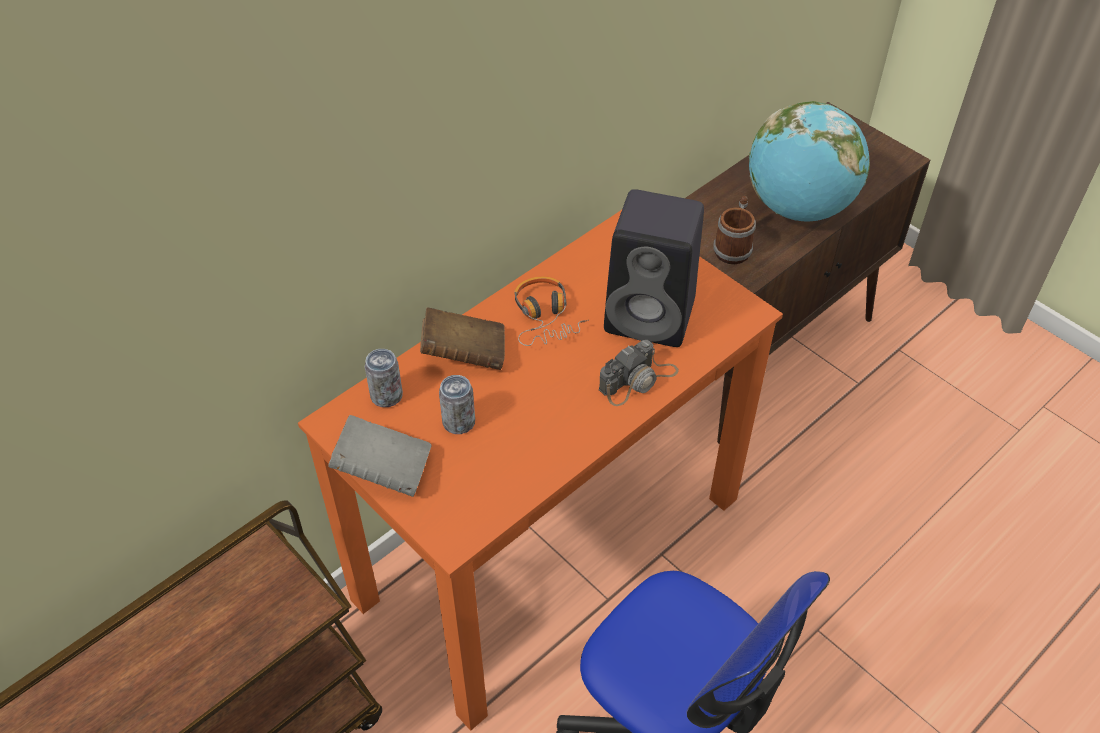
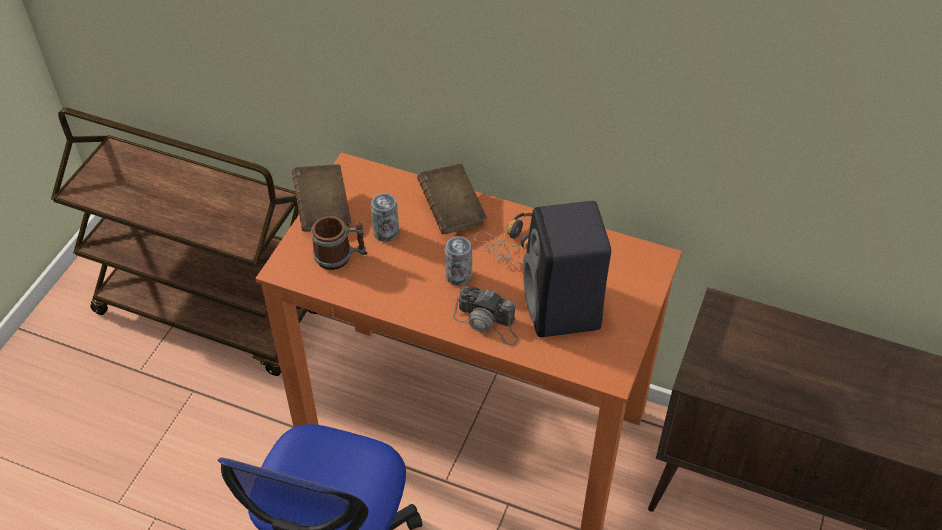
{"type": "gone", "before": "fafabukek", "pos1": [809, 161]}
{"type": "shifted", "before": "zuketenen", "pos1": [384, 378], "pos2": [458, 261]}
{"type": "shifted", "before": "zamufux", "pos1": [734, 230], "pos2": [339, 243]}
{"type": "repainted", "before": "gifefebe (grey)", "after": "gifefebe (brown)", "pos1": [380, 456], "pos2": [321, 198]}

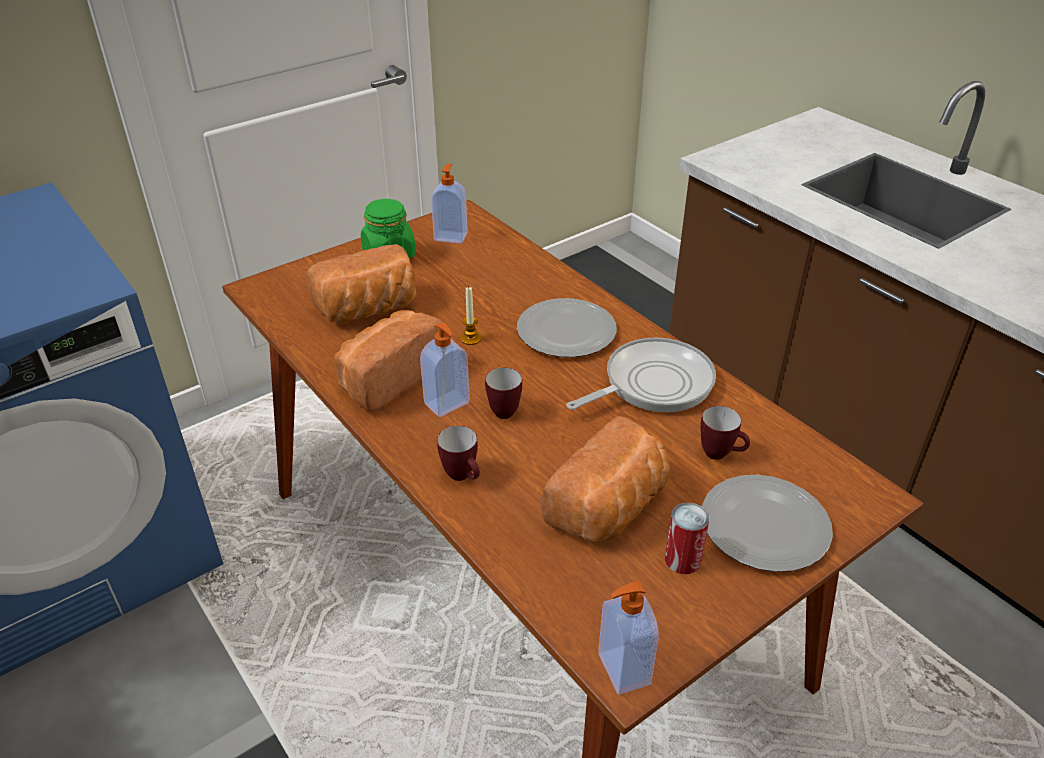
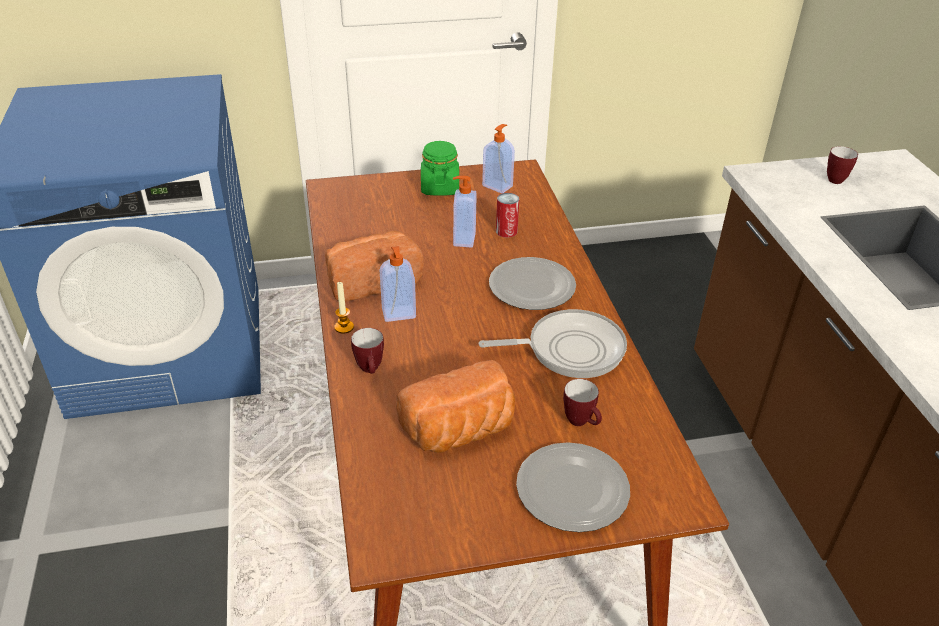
{"type": "gone", "before": "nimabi", "pos1": [361, 284]}
{"type": "shifted", "before": "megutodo", "pos1": [471, 315], "pos2": [344, 308]}
{"type": "shifted", "before": "zamufux", "pos1": [503, 393], "pos2": [842, 165]}
{"type": "shifted", "before": "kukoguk", "pos1": [628, 638], "pos2": [465, 212]}
{"type": "shifted", "before": "zuketenen", "pos1": [687, 538], "pos2": [507, 215]}

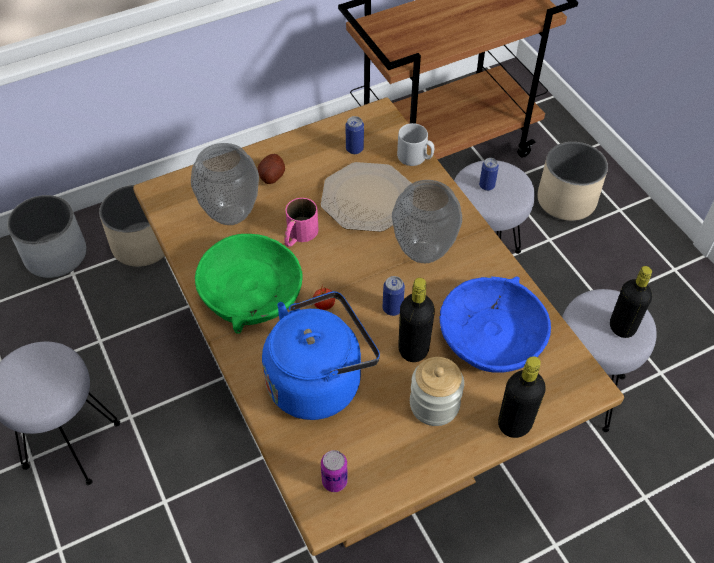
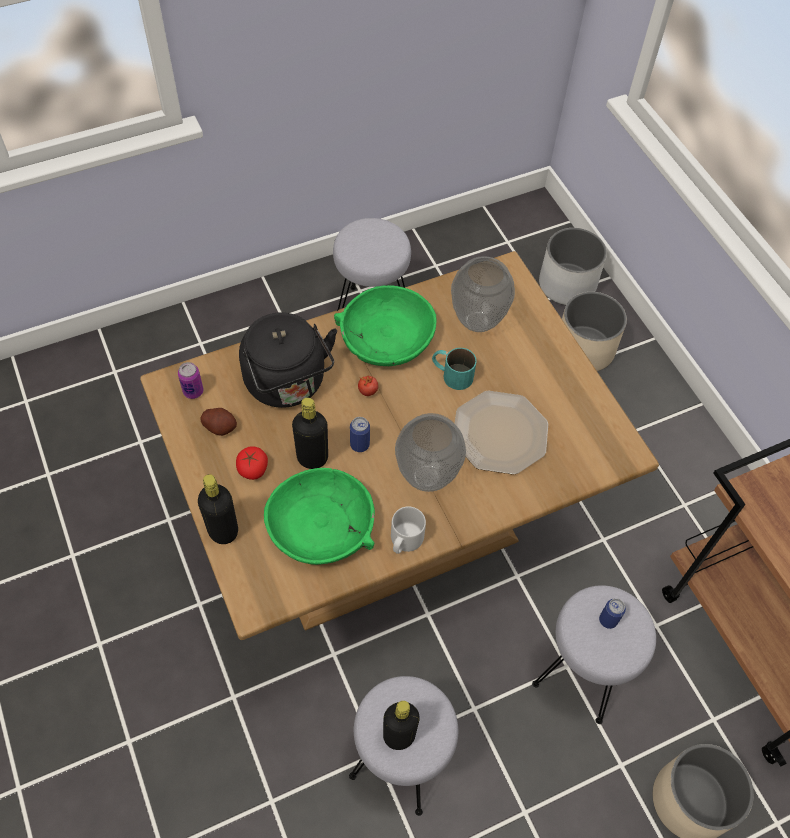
{"type": "gone", "before": "zuketenen", "pos1": [355, 135]}
{"type": "shifted", "before": "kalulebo", "pos1": [271, 169], "pos2": [218, 422]}
{"type": "shifted", "before": "zamufux (grey)", "pos1": [415, 144], "pos2": [408, 530]}
{"type": "swapped", "before": "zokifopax", "after": "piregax", "pos1": [437, 391], "pos2": [252, 463]}
{"type": "repainted", "before": "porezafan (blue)", "after": "porezafan (black)", "pos1": [321, 355], "pos2": [288, 360]}
{"type": "repainted", "before": "zamufux (pink)", "after": "zamufux (turquoise)", "pos1": [301, 222], "pos2": [454, 369]}
{"type": "repainted", "before": "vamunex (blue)", "after": "vamunex (green)", "pos1": [495, 324], "pos2": [319, 516]}

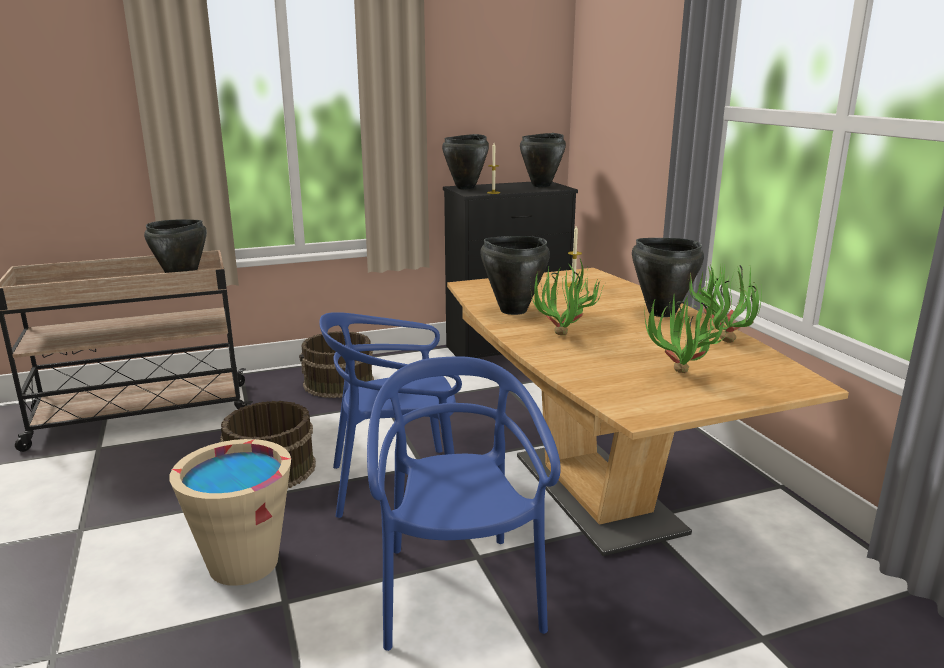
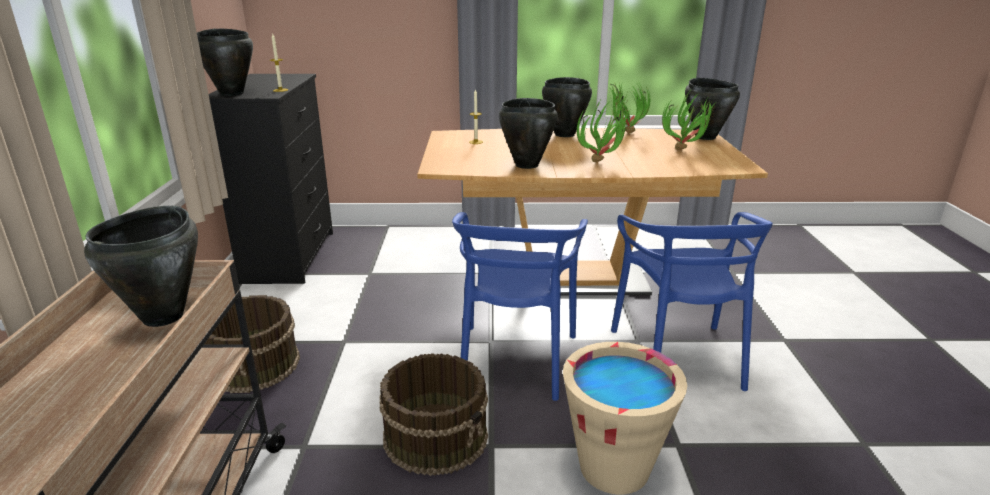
{"type": "shifted", "before": "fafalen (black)", "pos1": [543, 160], "pos2": [712, 109]}
{"type": "rotated", "before": "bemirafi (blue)", "pos1": [464, 503], "pos2": [692, 301], "turn": -105}

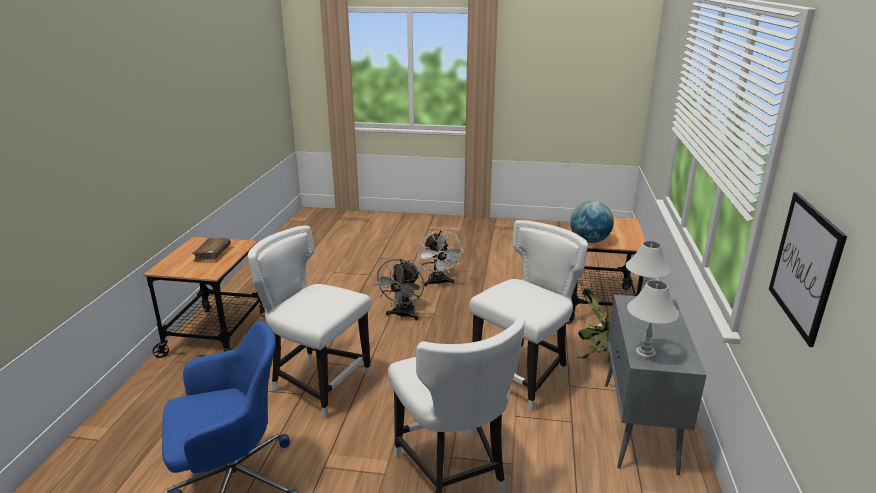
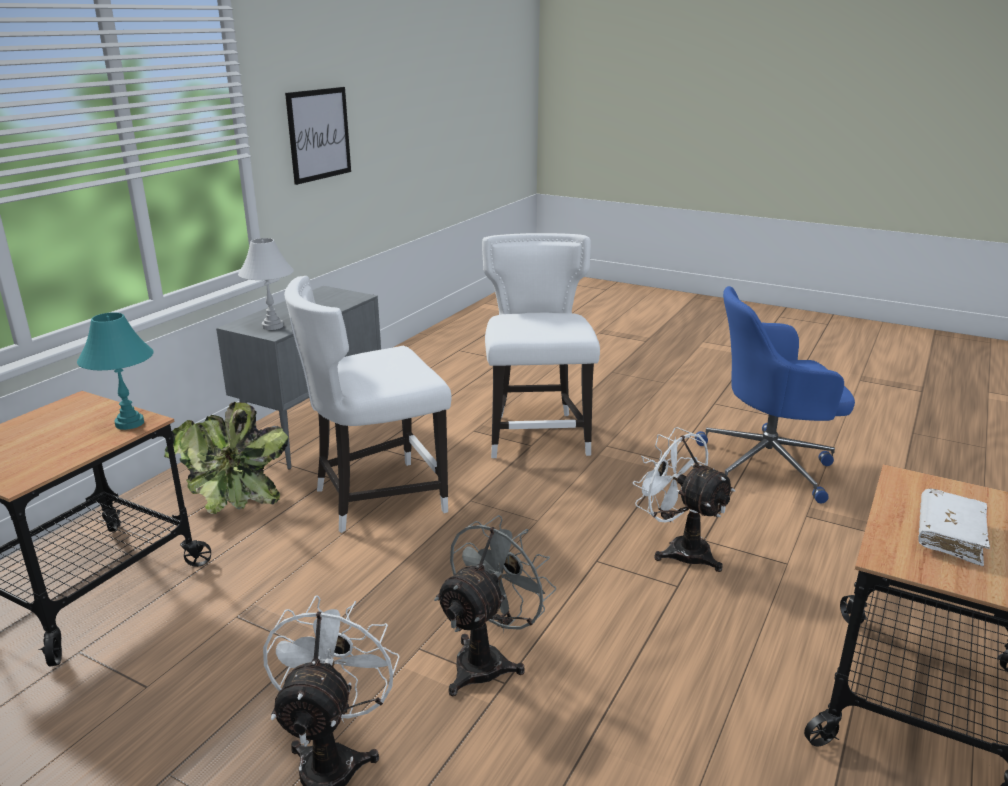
{"type": "gone", "before": "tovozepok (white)", "pos1": [653, 320]}
{"type": "swapped", "before": "bemirafi (white)", "after": "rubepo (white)", "pos1": [309, 322], "pos2": [684, 499]}
{"type": "swapped", "before": "fafabukek", "after": "tovozepok (turquoise)", "pos1": [592, 222], "pos2": [115, 371]}
{"type": "repainted", "before": "gifefebe (brown)", "after": "gifefebe (white)", "pos1": [211, 249], "pos2": [954, 527]}

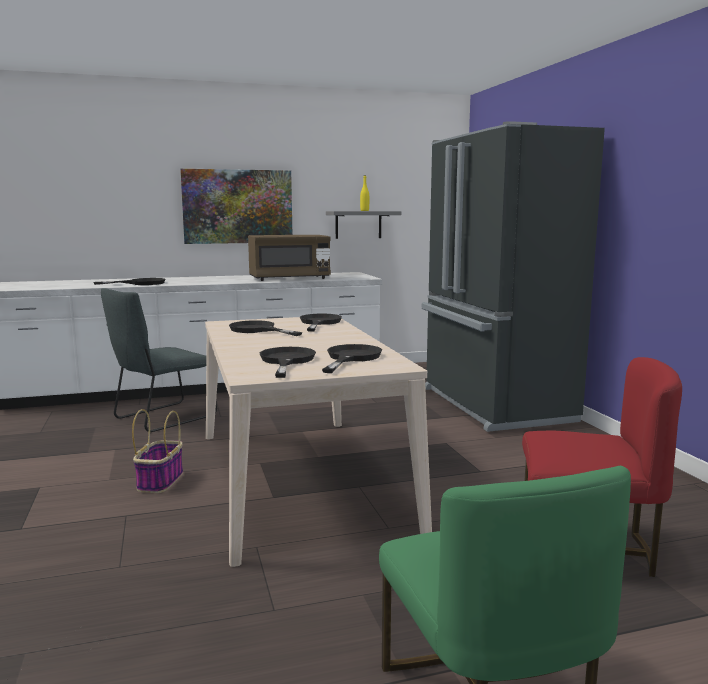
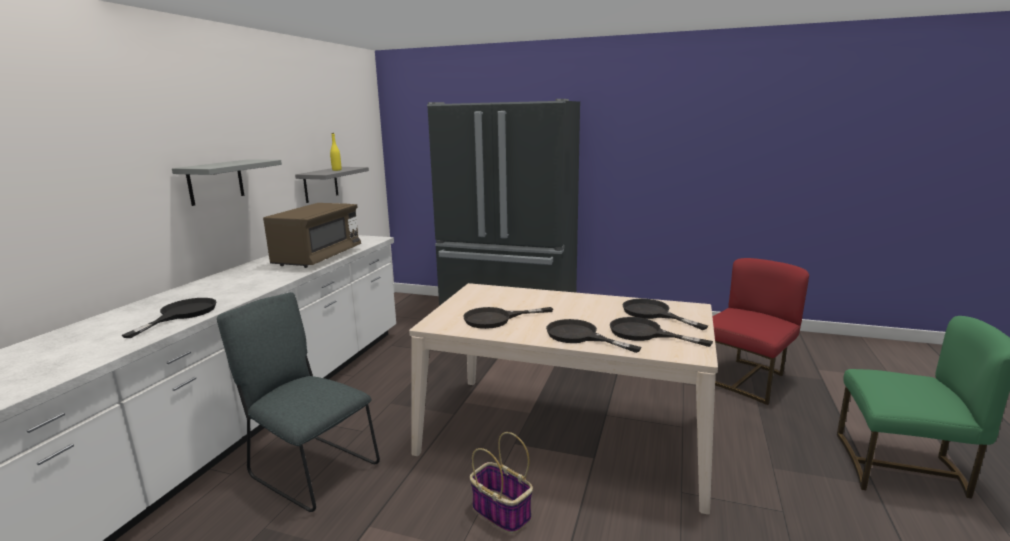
{"type": "shifted", "before": "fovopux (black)", "pos1": [321, 322], "pos2": [594, 336]}
{"type": "swapped", "before": "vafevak", "after": "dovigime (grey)", "pos1": [236, 206], "pos2": [227, 182]}
{"type": "rotated", "before": "bemirafi (grey)", "pos1": [159, 360], "pos2": [298, 402], "turn": 135}

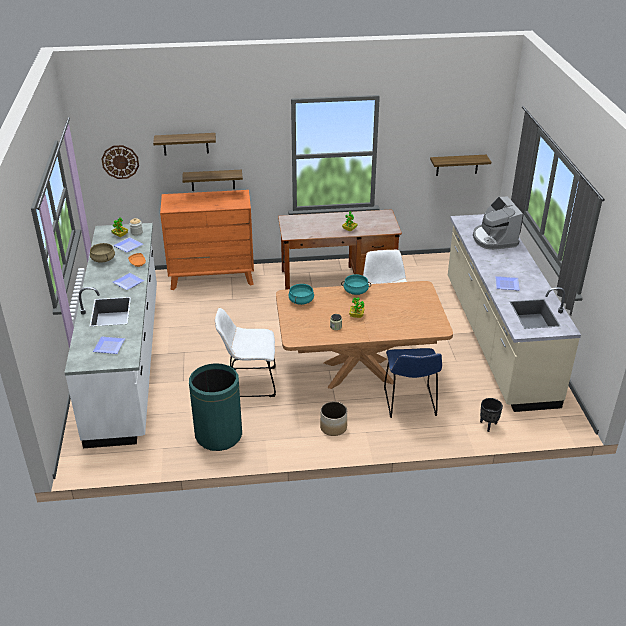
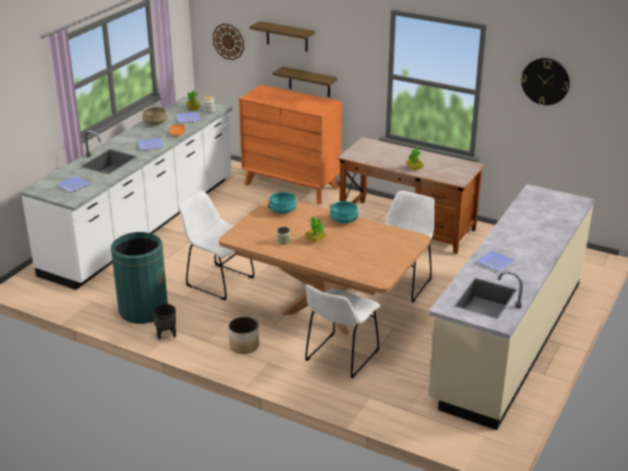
{"type": "gone", "before": "dovigime", "pos1": [460, 165]}
{"type": "gone", "before": "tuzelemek", "pos1": [498, 223]}
{"type": "new", "after": "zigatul", "pos2": [545, 81]}
{"type": "shifted", "before": "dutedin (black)", "pos1": [491, 415], "pos2": [164, 322]}
{"type": "repainted", "before": "bemirafi (blue)", "after": "bemirafi (white)", "pos1": [413, 383], "pos2": [342, 332]}

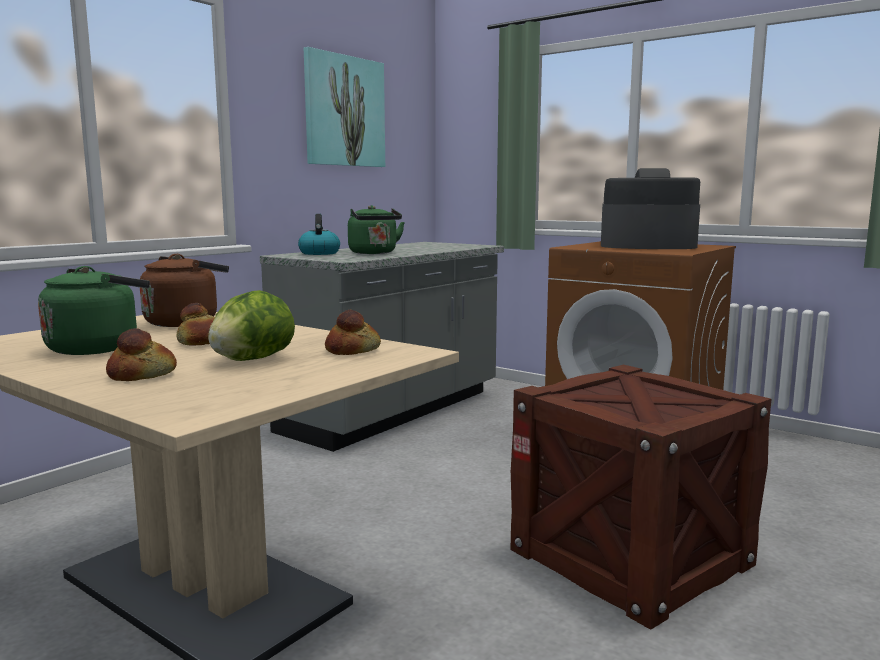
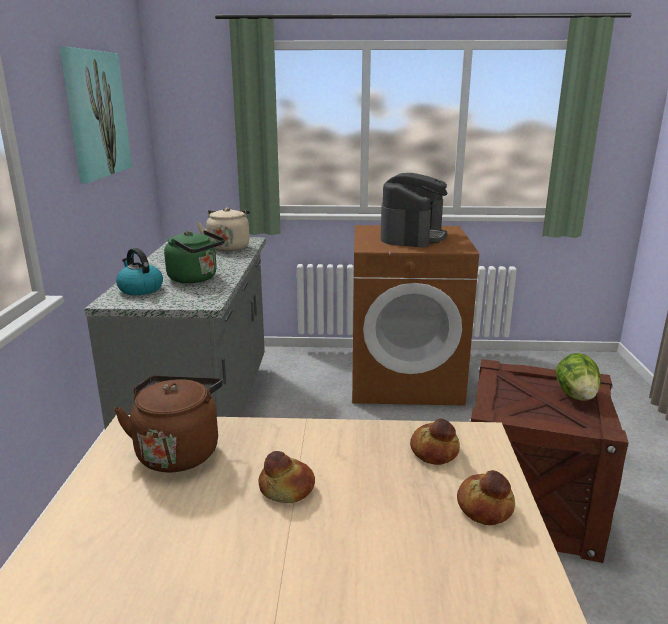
{"type": "gone", "before": "porezafan (green)", "pos1": [94, 310]}
{"type": "new", "after": "porezafan (beige)", "pos2": [223, 229]}
{"type": "shifted", "before": "nimabi", "pos1": [141, 354], "pos2": [486, 497]}
{"type": "shifted", "before": "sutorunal", "pos1": [251, 325], "pos2": [578, 377]}
{"type": "rotated", "before": "tuzelemek", "pos1": [650, 208], "pos2": [414, 210], "turn": 135}

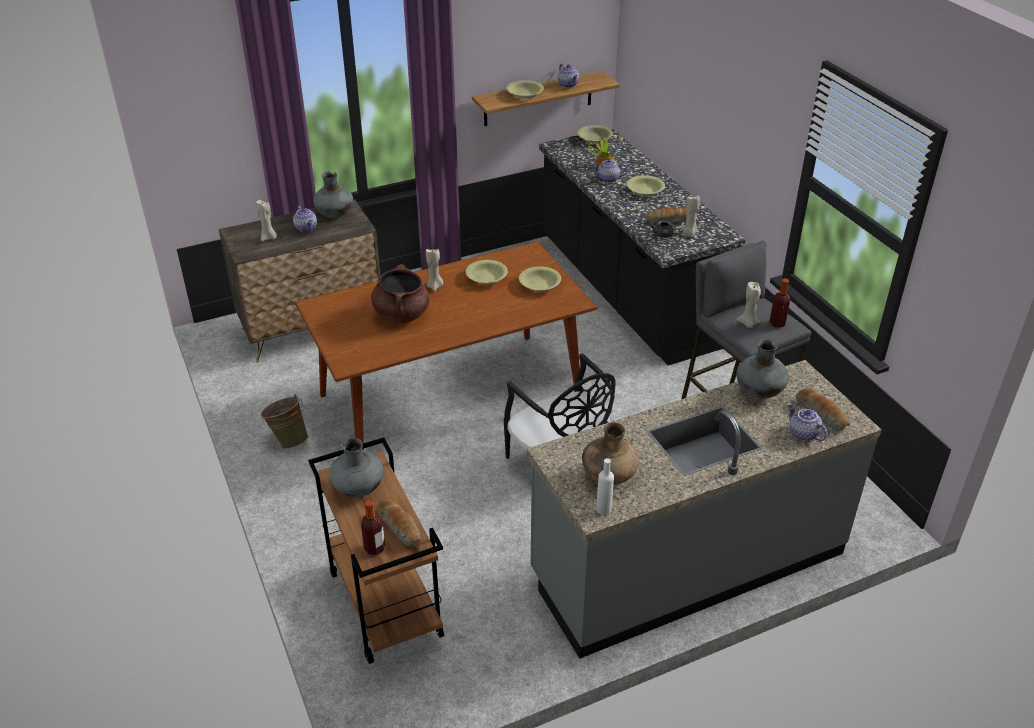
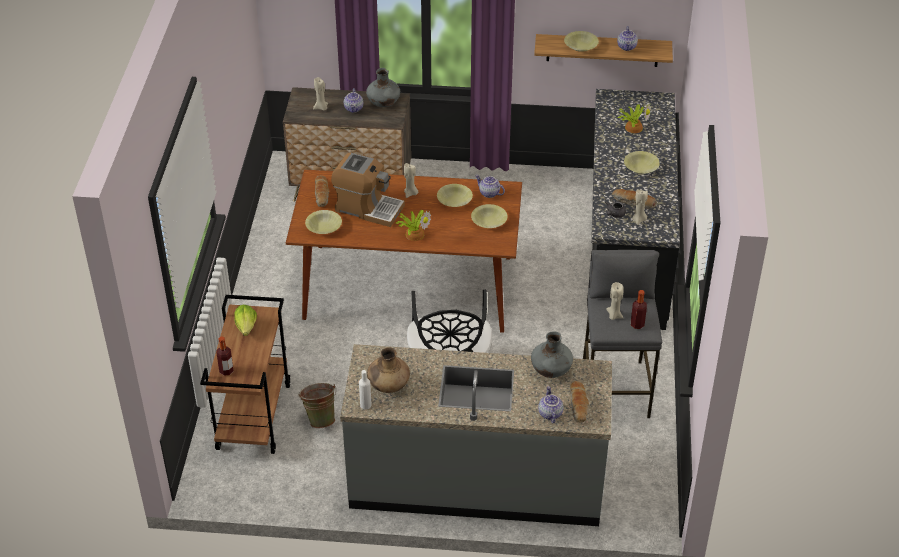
{"type": "new", "after": "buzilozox", "pos2": [413, 225]}
{"type": "shifted", "before": "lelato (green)", "pos1": [284, 421], "pos2": [317, 405]}
{"type": "shifted", "before": "nimabi", "pos1": [398, 523], "pos2": [322, 191]}
{"type": "shifted", "before": "vamunex (yellow)", "pos1": [595, 134], "pos2": [323, 222]}
{"type": "shifted", "before": "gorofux", "pos1": [609, 171], "pos2": [490, 186]}
{"type": "swapped", "before": "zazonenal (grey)", "after": "sutorunal", "pos1": [356, 467], "pos2": [245, 320]}
{"type": "swapped", "before": "fafalen (brown)", "after": "tuzelemek", "pos1": [400, 293], "pos2": [368, 190]}

